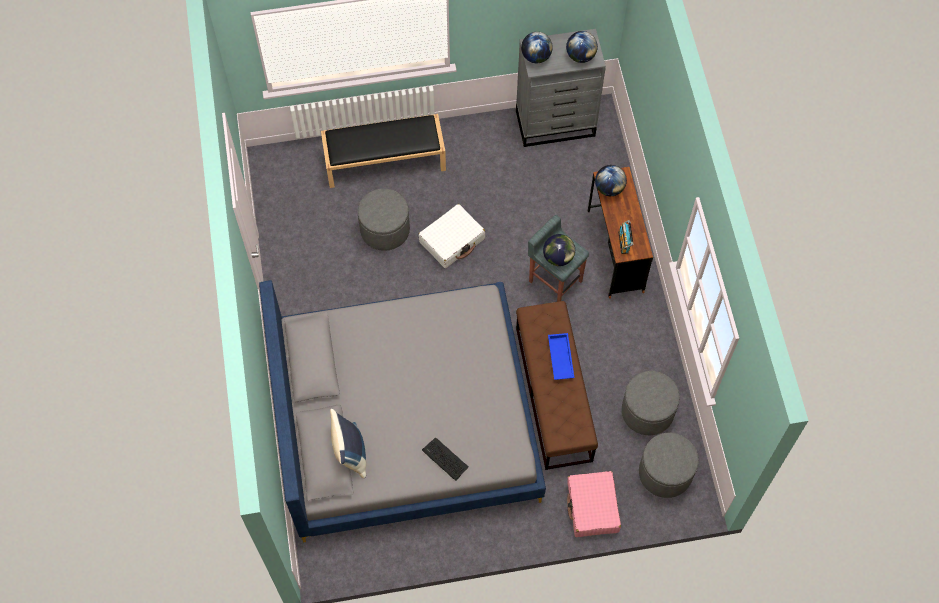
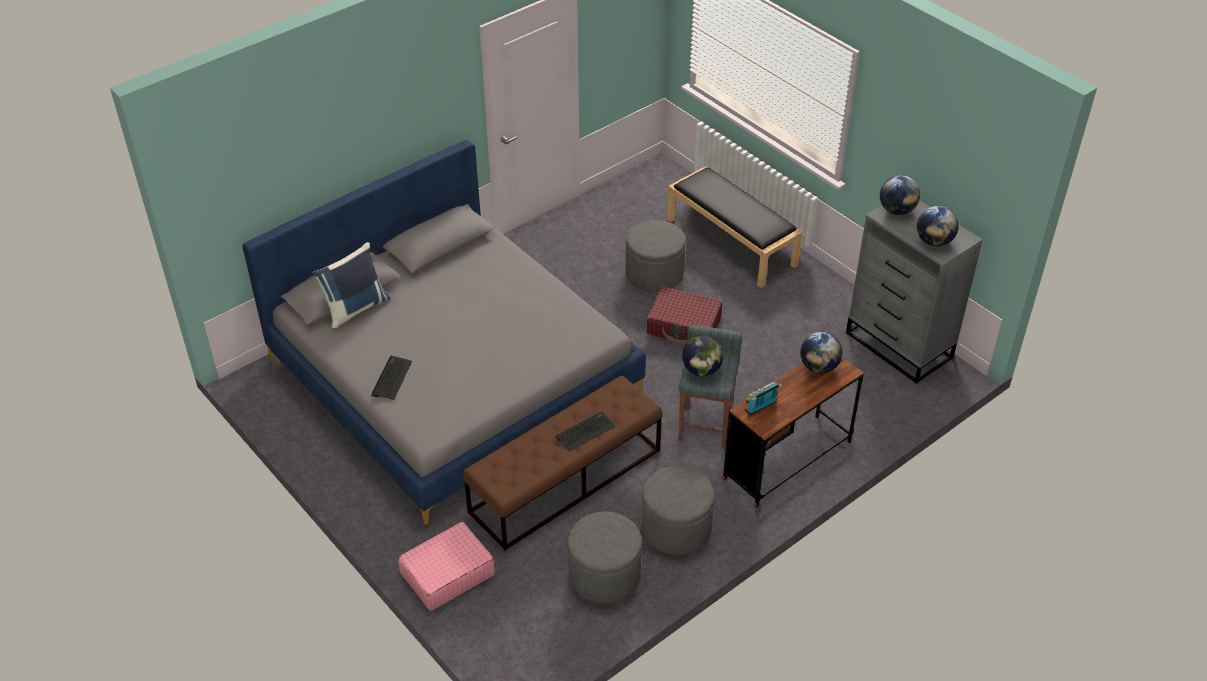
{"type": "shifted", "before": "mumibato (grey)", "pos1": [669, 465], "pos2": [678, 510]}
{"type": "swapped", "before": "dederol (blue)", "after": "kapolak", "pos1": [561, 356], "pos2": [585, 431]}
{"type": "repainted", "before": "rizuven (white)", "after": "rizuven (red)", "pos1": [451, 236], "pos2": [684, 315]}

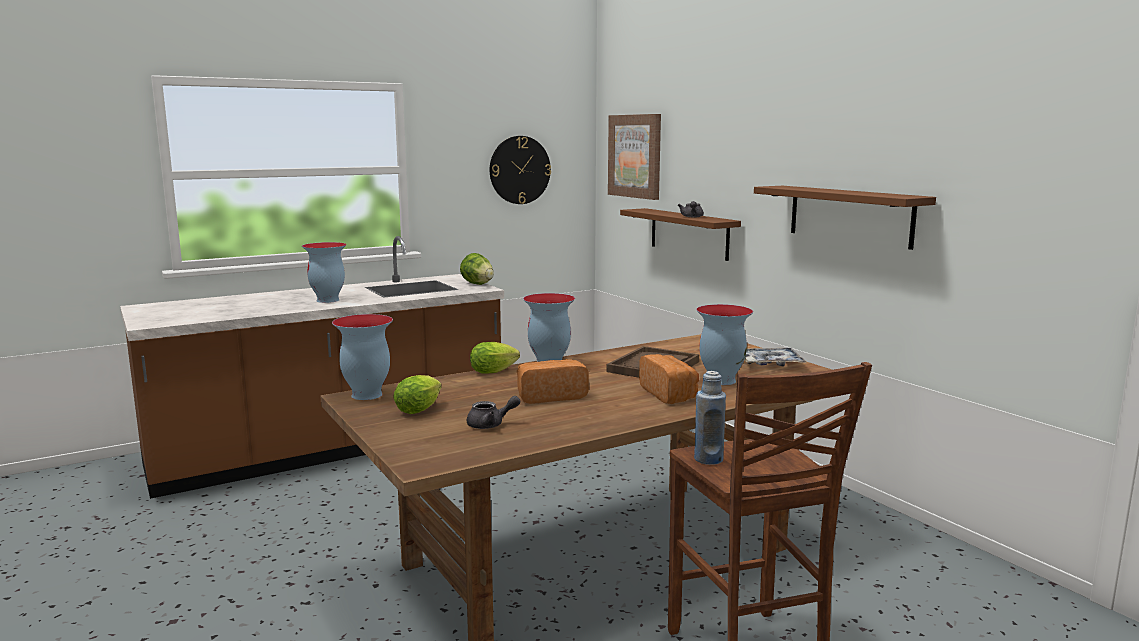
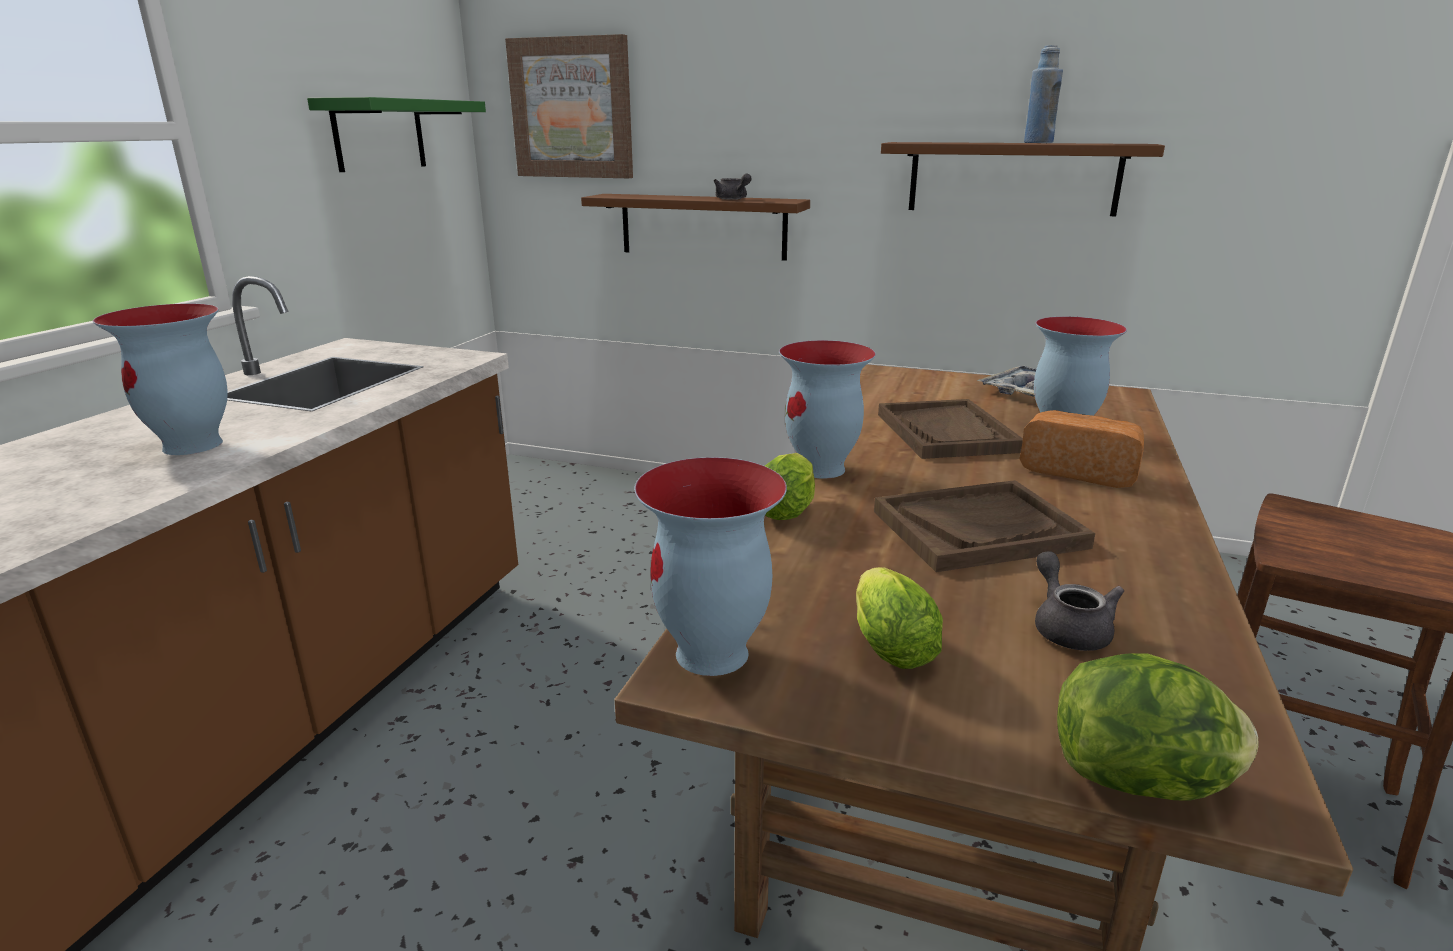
{"type": "shifted", "before": "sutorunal", "pos1": [477, 269], "pos2": [1158, 726]}
{"type": "shifted", "before": "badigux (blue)", "pos1": [710, 418], "pos2": [1043, 94]}
{"type": "swapped", "before": "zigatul", "after": "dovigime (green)", "pos1": [520, 170], "pos2": [396, 134]}
{"type": "swapped", "before": "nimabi", "after": "dederol (brown)", "pos1": [553, 381], "pos2": [984, 526]}
{"type": "rotated", "before": "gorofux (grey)", "pos1": [493, 412], "pos2": [1079, 601], "turn": -45}

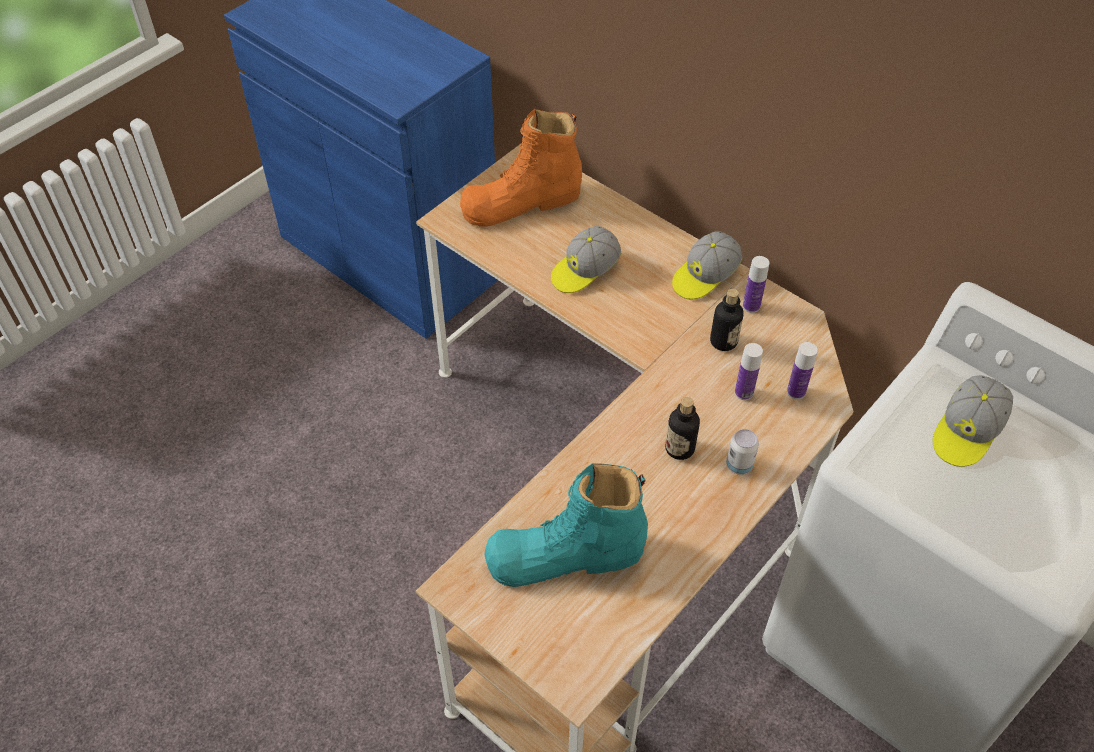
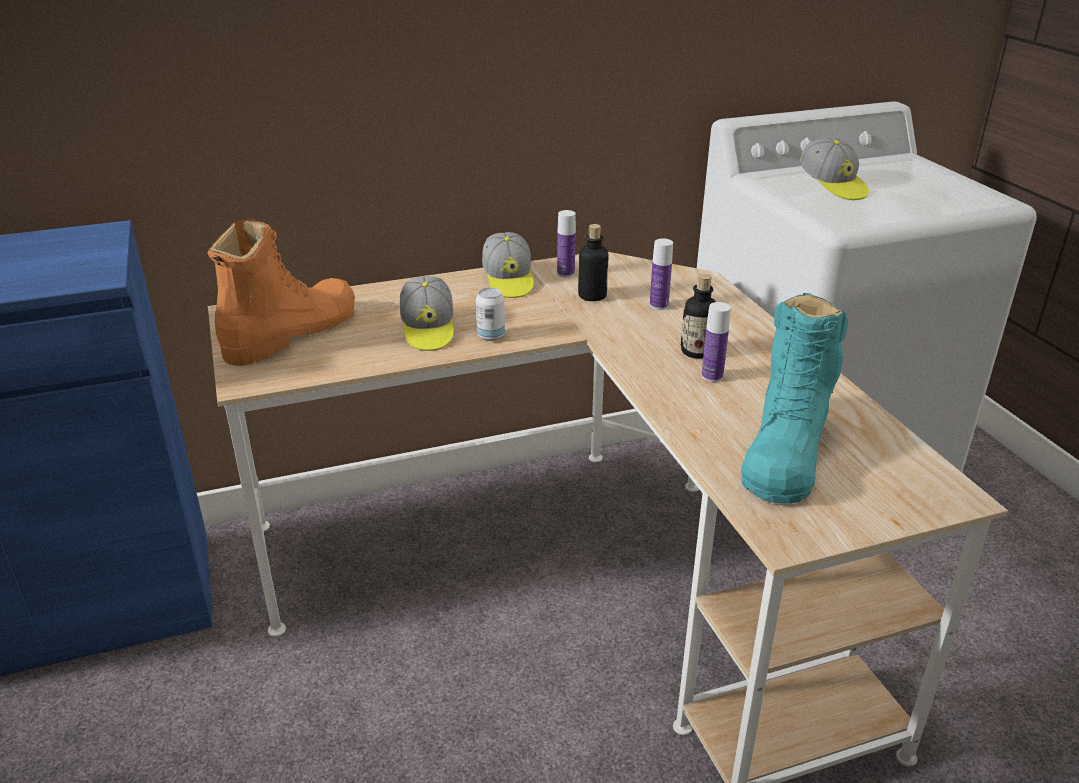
{"type": "shifted", "before": "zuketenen", "pos1": [742, 452], "pos2": [490, 314]}
{"type": "shifted", "before": "badigux", "pos1": [802, 370], "pos2": [716, 342]}
{"type": "rotated", "before": "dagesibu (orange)", "pos1": [521, 168], "pos2": [281, 292], "turn": -150}

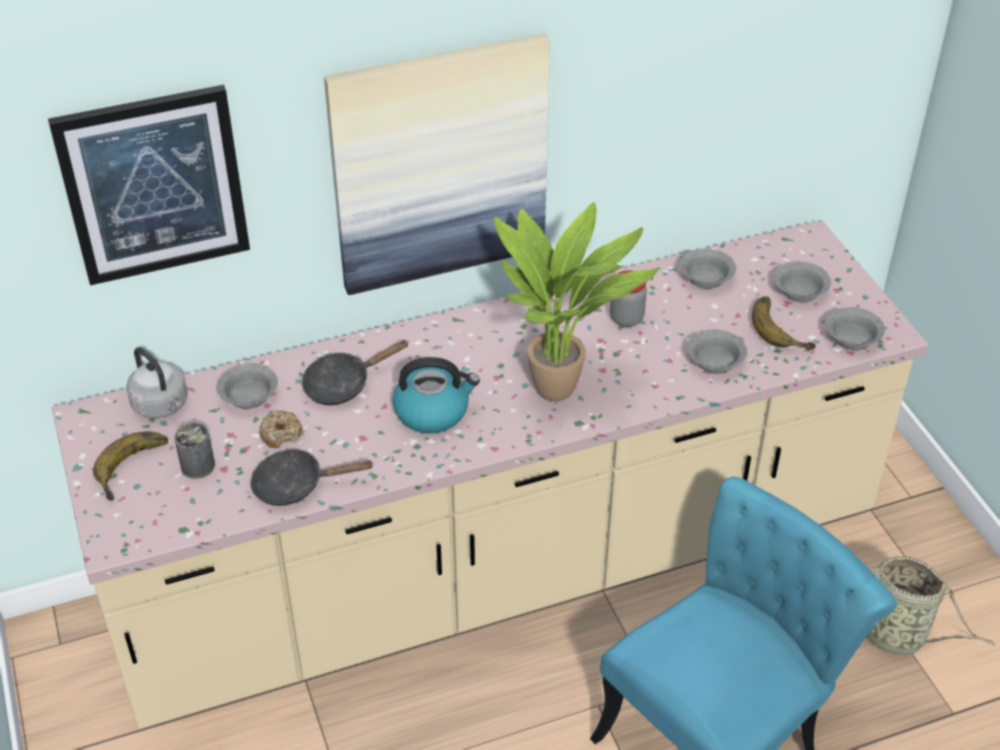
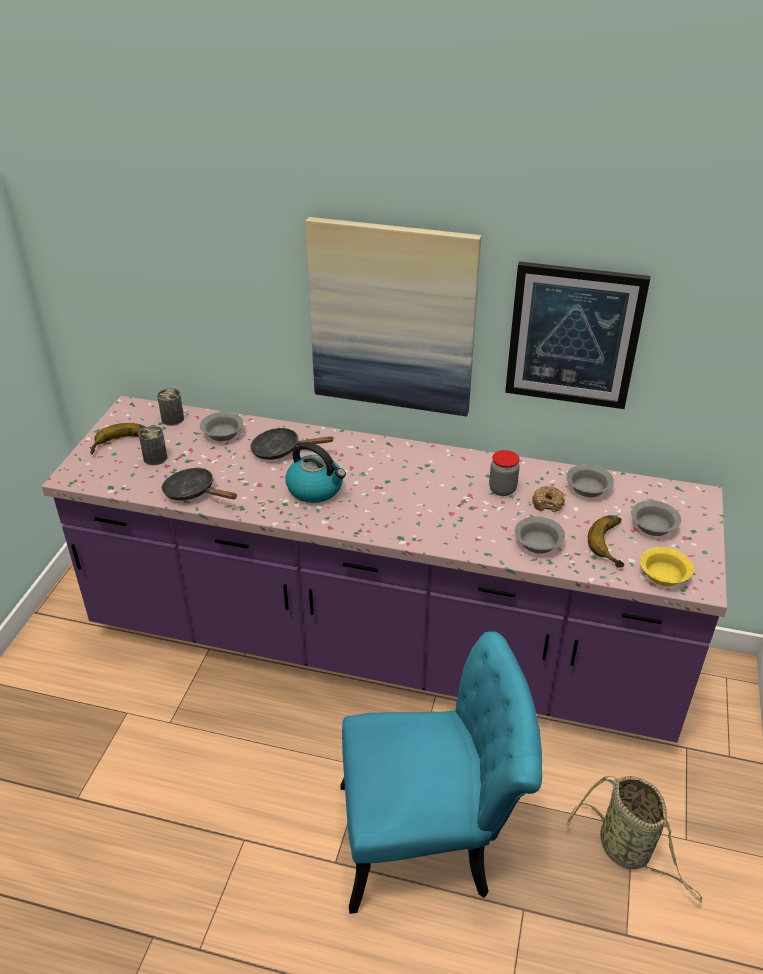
{"type": "gone", "before": "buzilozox", "pos1": [576, 301]}
{"type": "shifted", "before": "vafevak", "pos1": [149, 185], "pos2": [577, 335]}
{"type": "shifted", "before": "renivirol", "pos1": [280, 429], "pos2": [548, 499]}
{"type": "swapped", "before": "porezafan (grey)", "after": "zuketenen", "pos1": [157, 382], "pos2": [170, 407]}
{"type": "repainted", "before": "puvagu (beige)", "after": "puvagu (purple)", "pos1": [490, 474], "pos2": [384, 569]}
{"type": "repainted", "before": "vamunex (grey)", "after": "vamunex (yellow)", "pos1": [855, 328], "pos2": [667, 566]}

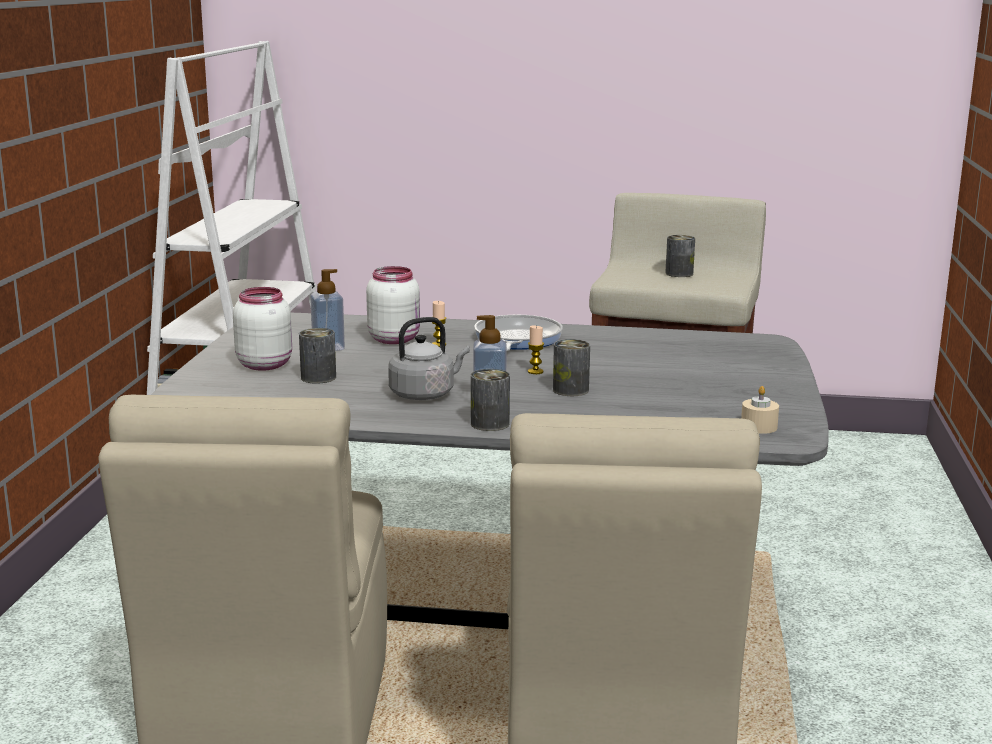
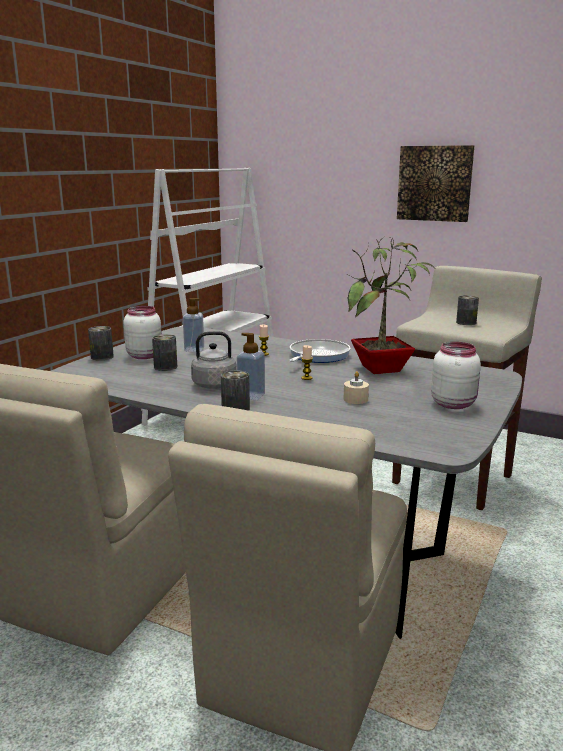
{"type": "new", "after": "buzilozox", "pos2": [391, 305]}
{"type": "new", "after": "vafevak", "pos2": [435, 183]}
{"type": "shifted", "before": "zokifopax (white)", "pos1": [393, 305], "pos2": [456, 375]}
{"type": "shifted", "before": "zuketenen", "pos1": [571, 367], "pos2": [101, 343]}
{"type": "shifted", "before": "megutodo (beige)", "pos1": [760, 410], "pos2": [356, 387]}

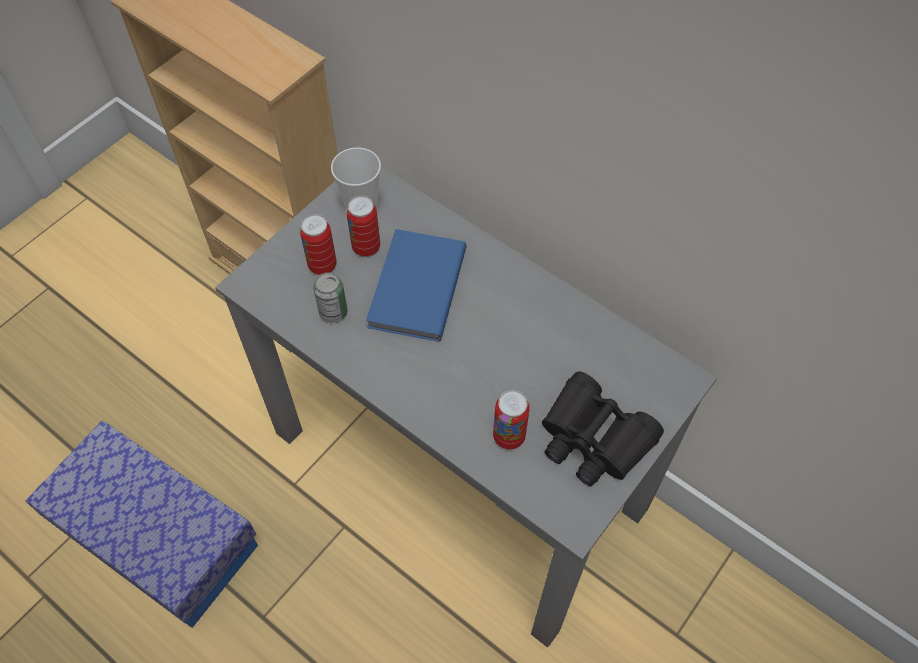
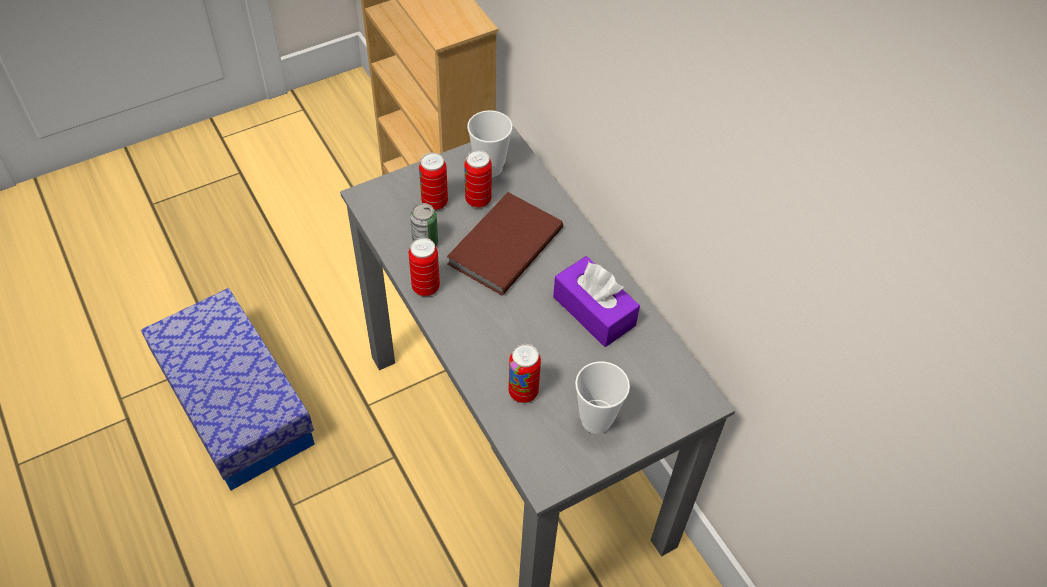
{"type": "new", "after": "zuketenen", "pos2": [424, 267]}
{"type": "new", "after": "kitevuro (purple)", "pos2": [596, 301]}
{"type": "swapped", "before": "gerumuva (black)", "after": "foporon", "pos1": [603, 428], "pos2": [602, 397]}
{"type": "repainted", "before": "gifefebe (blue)", "after": "gifefebe (brown)", "pos1": [416, 285], "pos2": [505, 243]}

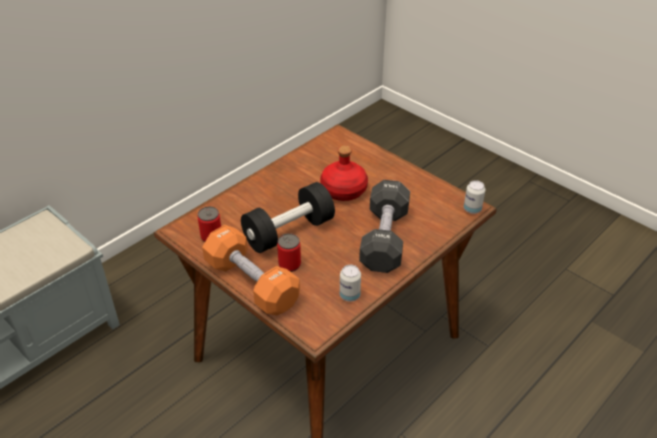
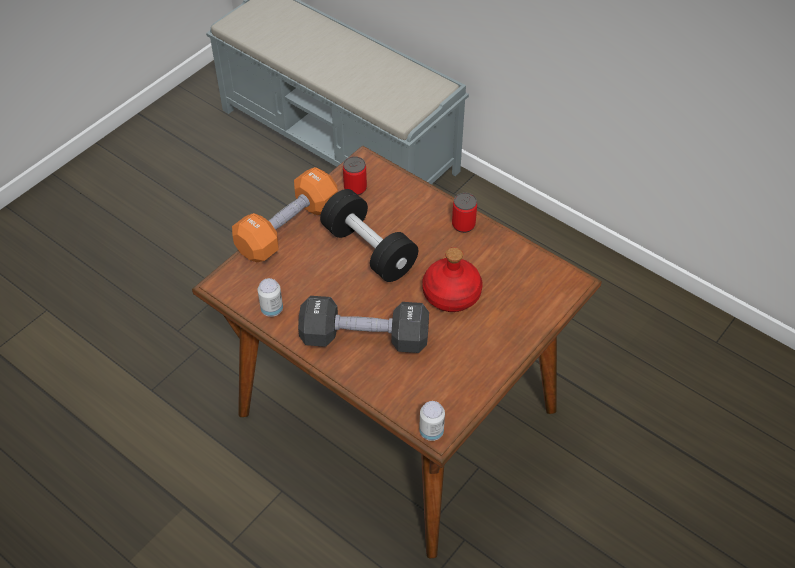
{"type": "shifted", "before": "zuketenen", "pos1": [289, 252], "pos2": [464, 212]}

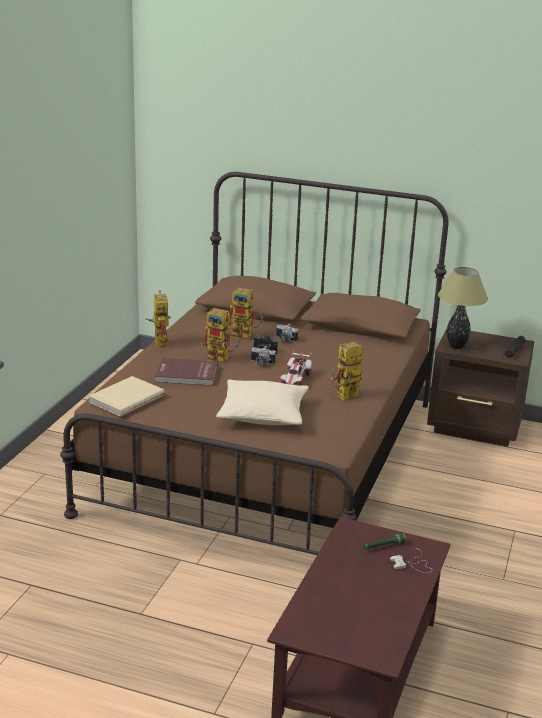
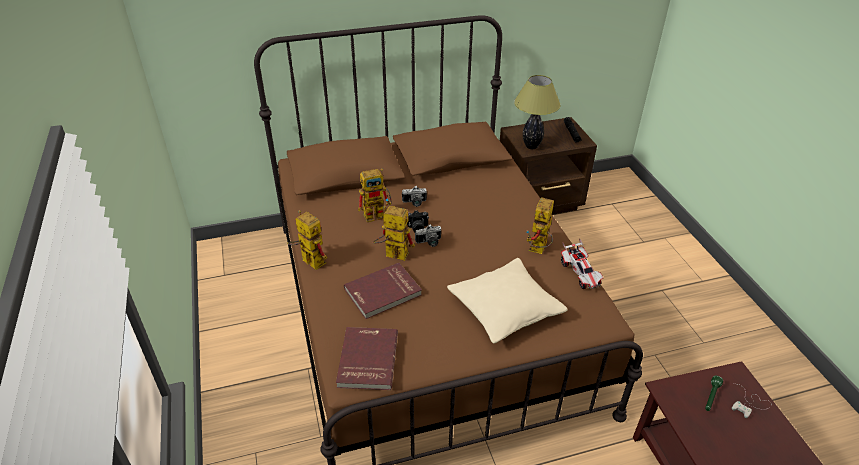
{"type": "shifted", "before": "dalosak", "pos1": [296, 367], "pos2": [582, 263]}
{"type": "repainted", "before": "gifefebe (beige)", "after": "gifefebe (red)", "pos1": [127, 396], "pos2": [367, 358]}
{"type": "rotated", "before": "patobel", "pos1": [220, 336], "pos2": [394, 233], "turn": -150}

